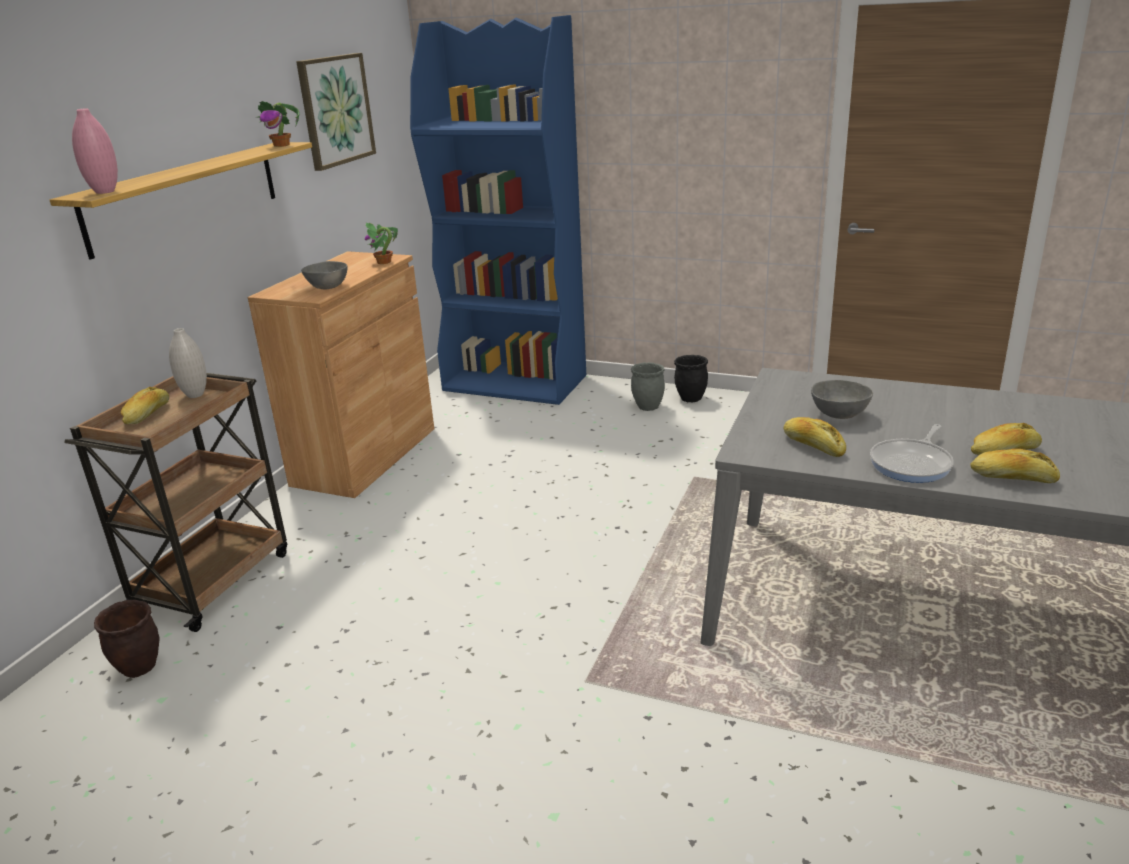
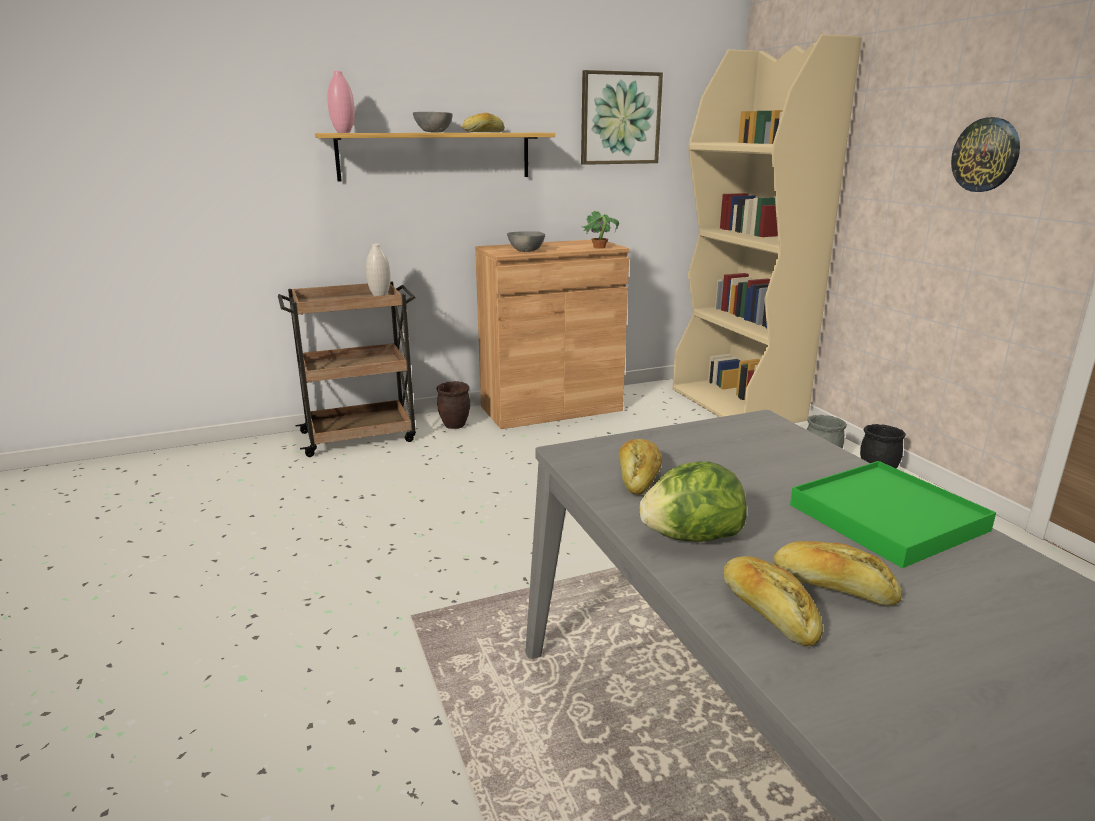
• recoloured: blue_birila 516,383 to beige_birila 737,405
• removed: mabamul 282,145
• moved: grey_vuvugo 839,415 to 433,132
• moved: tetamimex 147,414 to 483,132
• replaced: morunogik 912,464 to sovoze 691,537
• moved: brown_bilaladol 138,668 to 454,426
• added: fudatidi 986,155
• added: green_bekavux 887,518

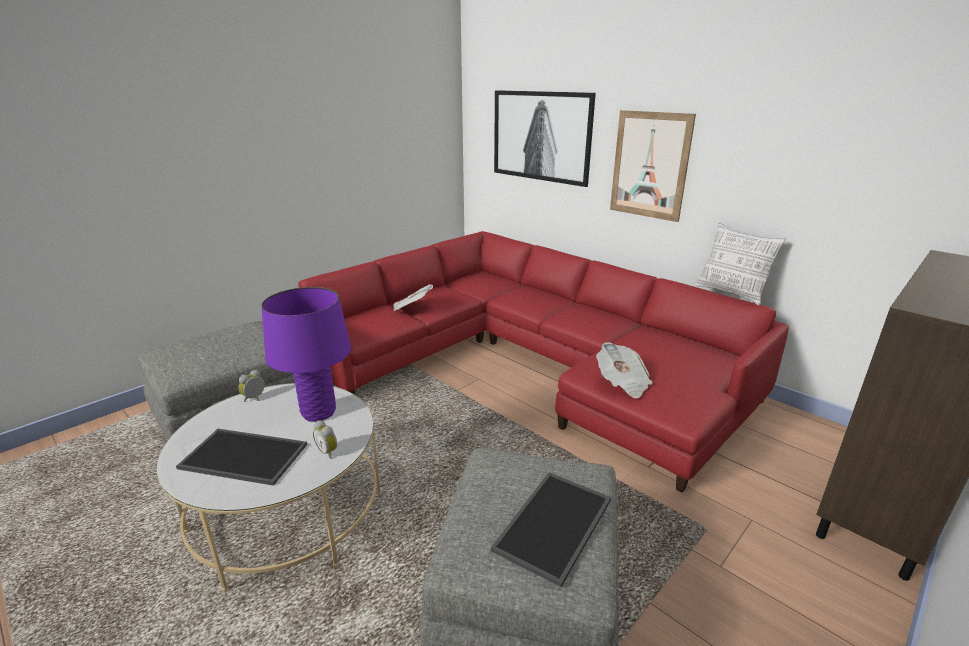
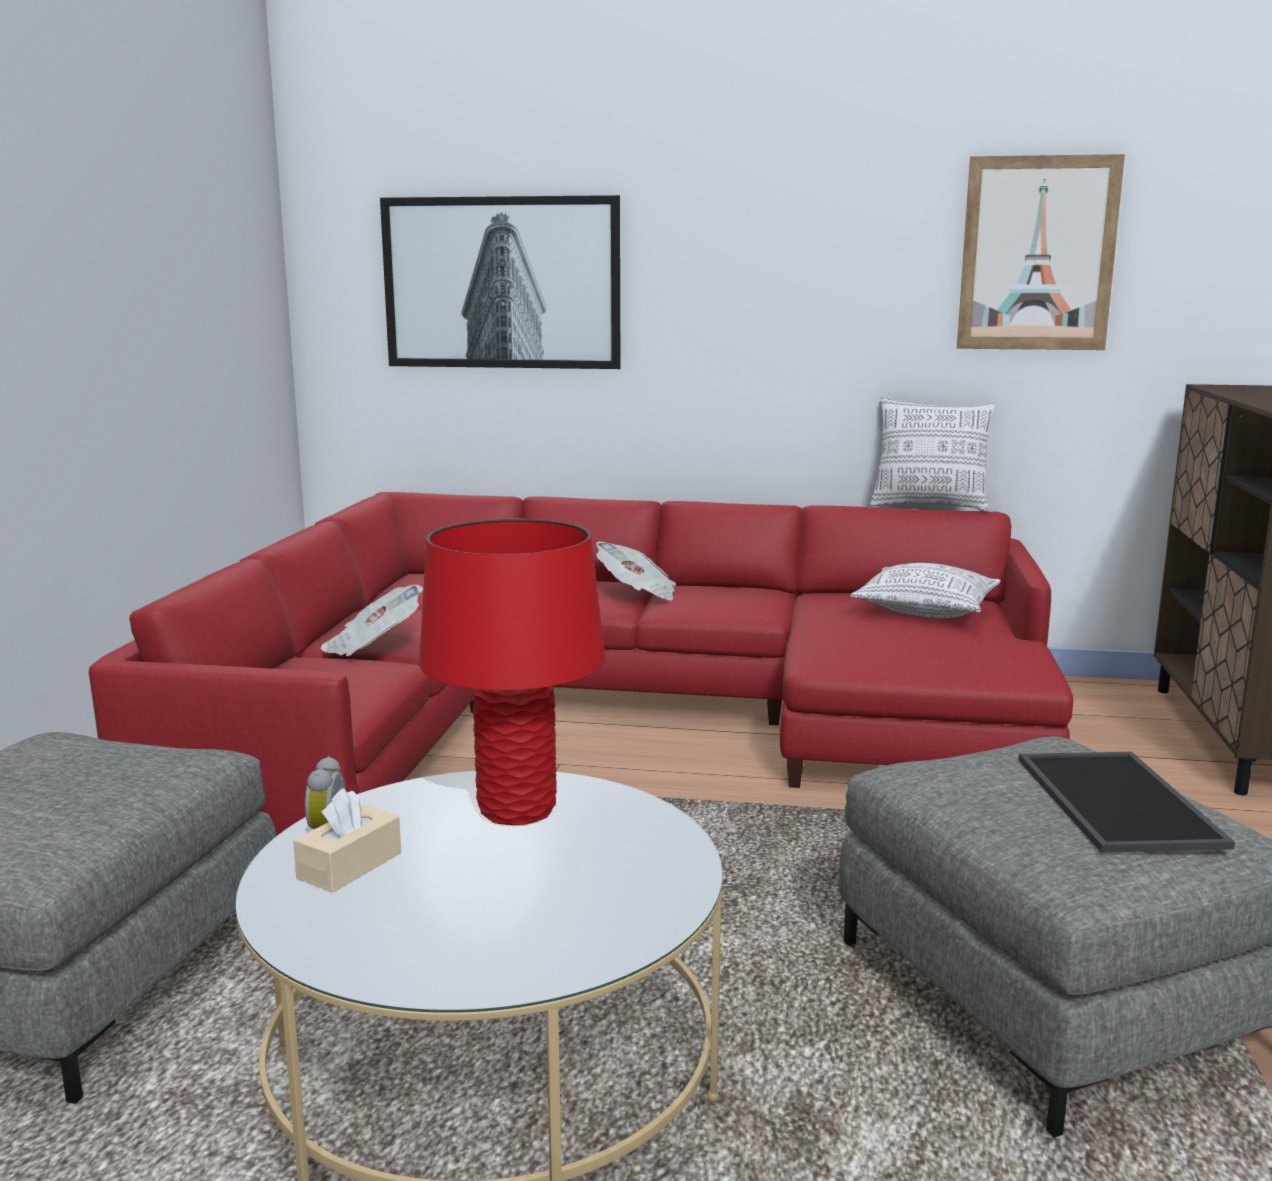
• moved: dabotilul 649,165 to 1037,254
• recoloured: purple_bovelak 319,413 to red_bovelak 517,810
• moved: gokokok 622,383 to 637,593
• removed: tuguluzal 328,451
• removed: bekavux 242,457
• added: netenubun 926,610
• added: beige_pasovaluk 350,865

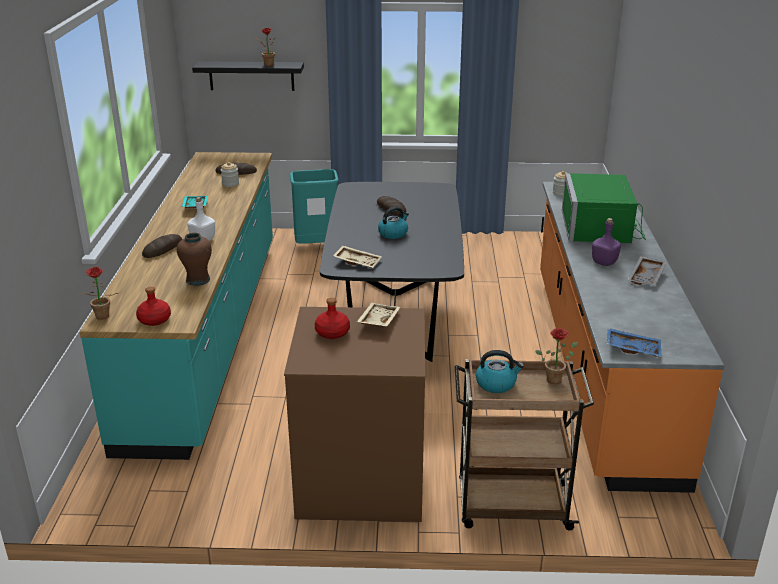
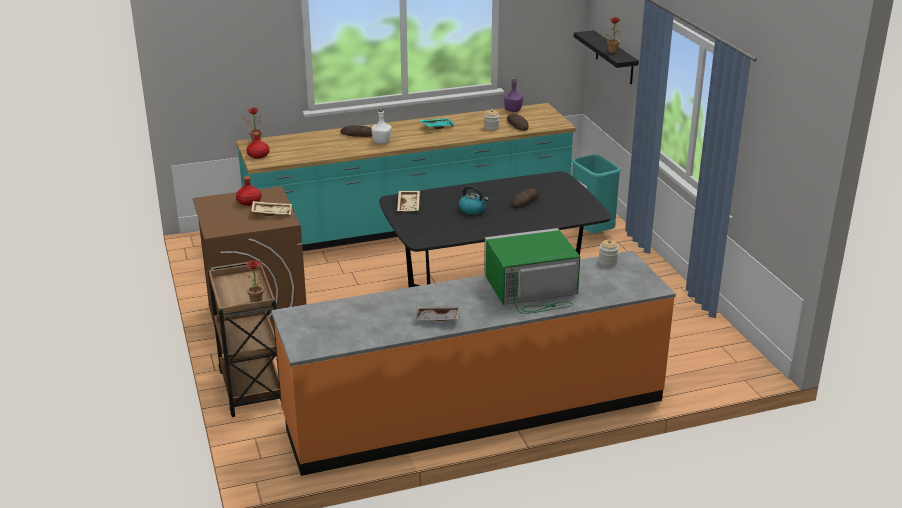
• moved: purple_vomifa 603,262 to 513,110
• removed: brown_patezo 198,280
• removed: blue_bekavux 633,348
• removed: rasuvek 496,384

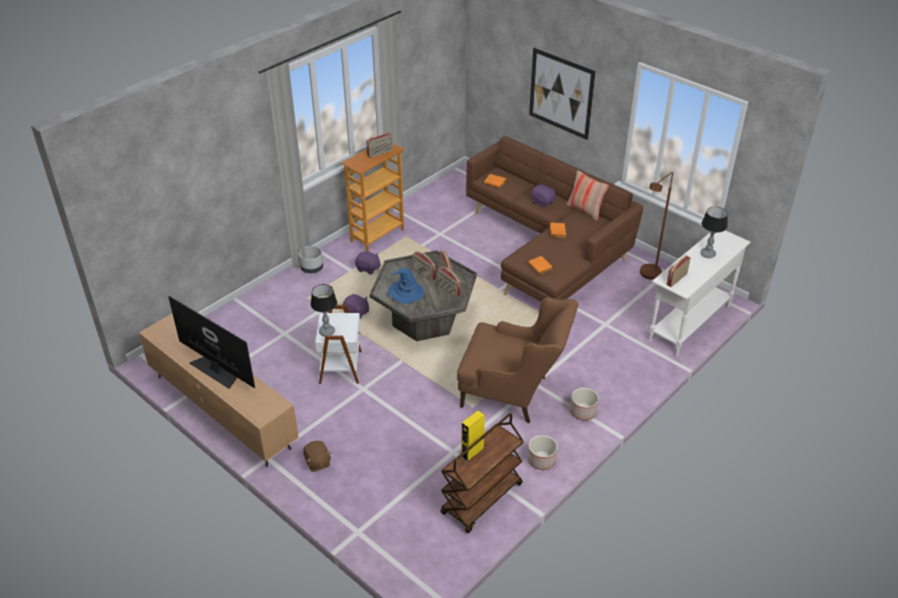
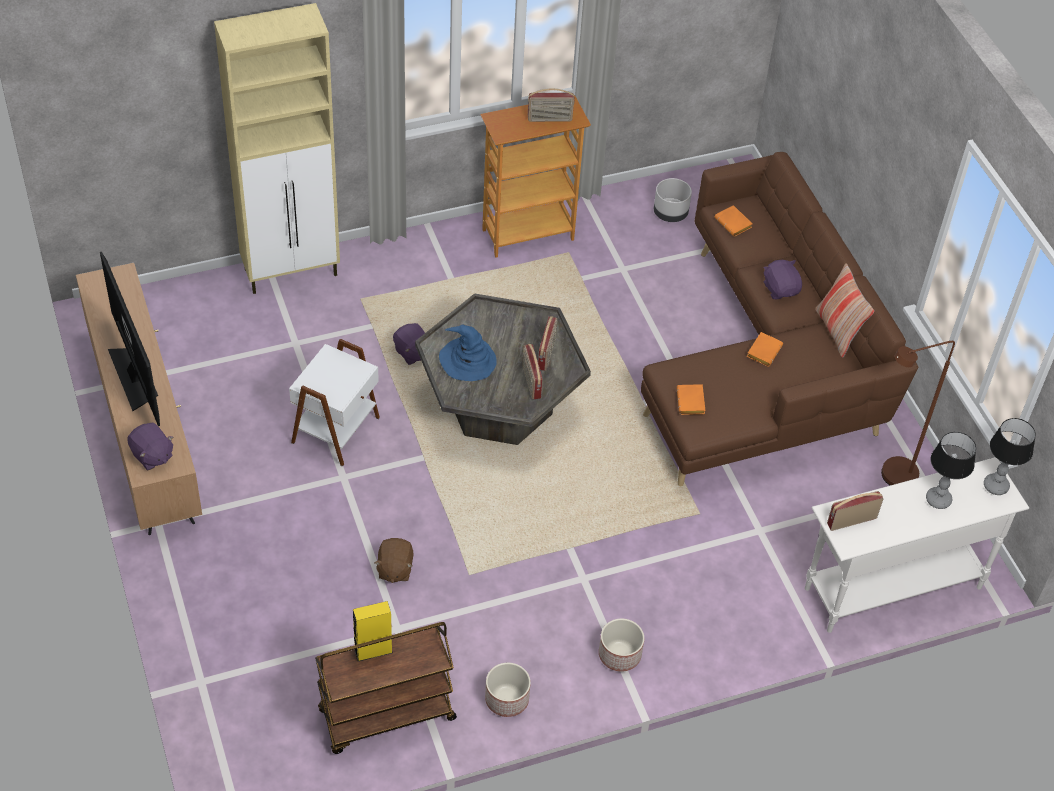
• removed: dabotilul 561,93
• moved: grey_bilaladol 312,269 to 670,213
• moved: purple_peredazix 368,269 to 152,455
• removed: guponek 423,274
• moved: bovelak 327,332 to 996,486
• removed: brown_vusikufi 513,394
• moved: brown_peredazix 317,463 to 394,569
• added: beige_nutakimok 292,272

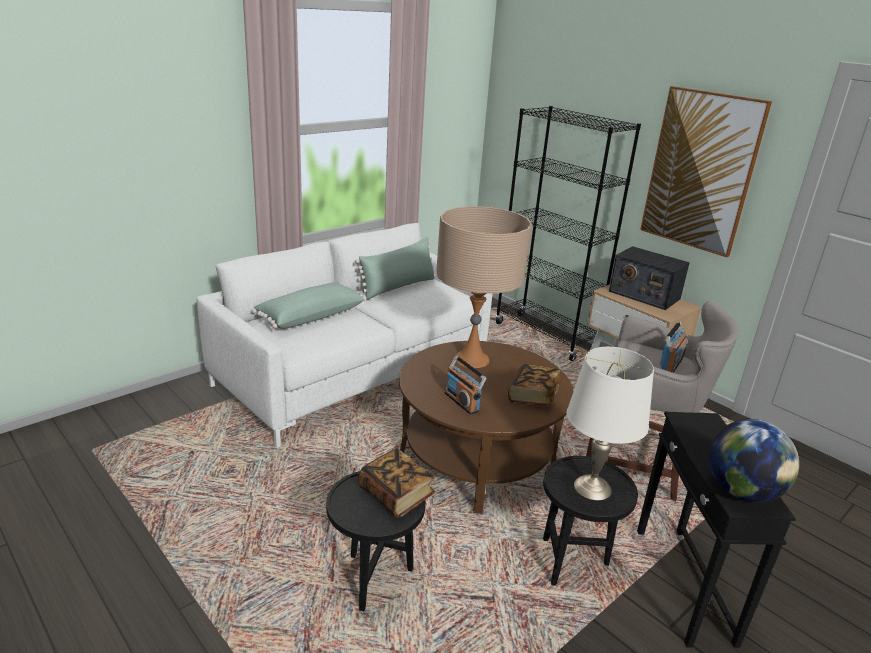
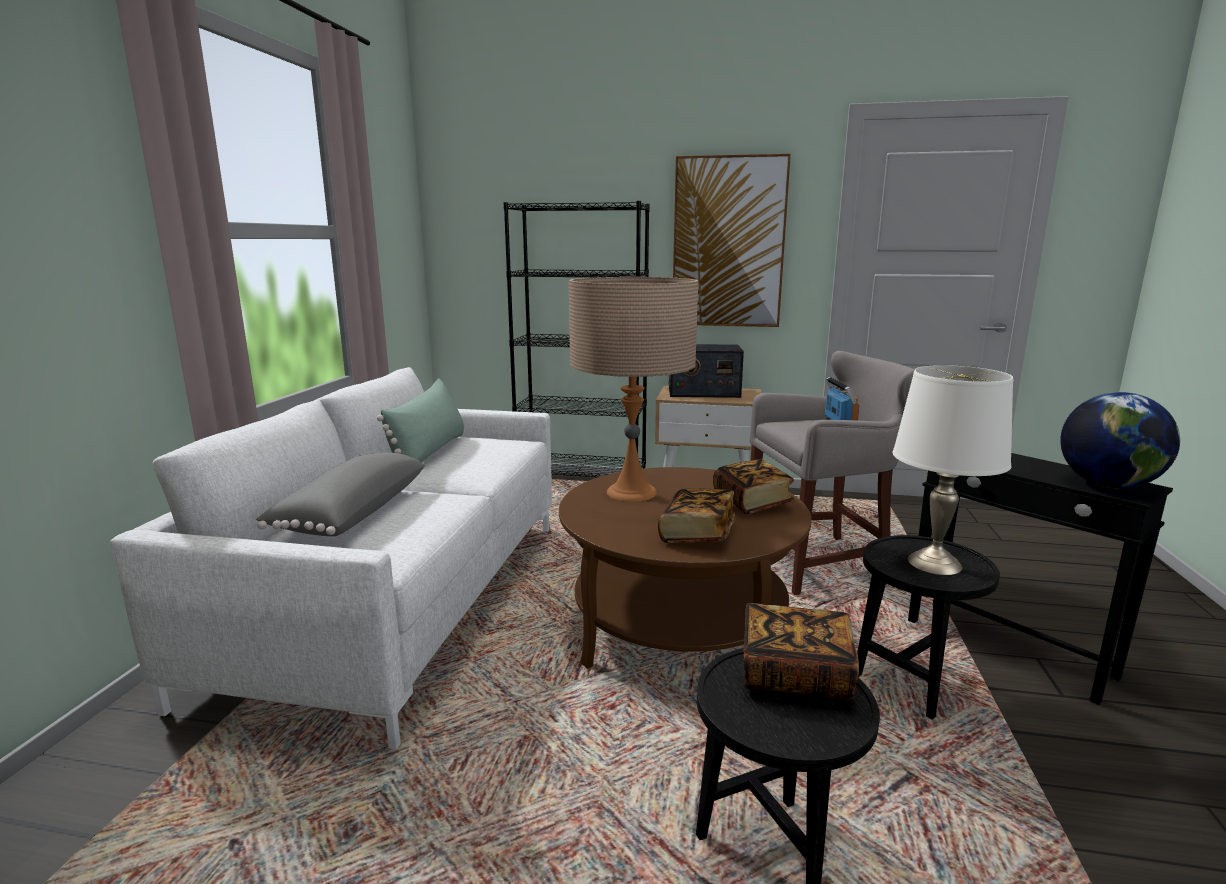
• recoloured: green_netenubun 310,316 to grey_netenubun 350,513
• replaced: guponek 462,402 to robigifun 697,534

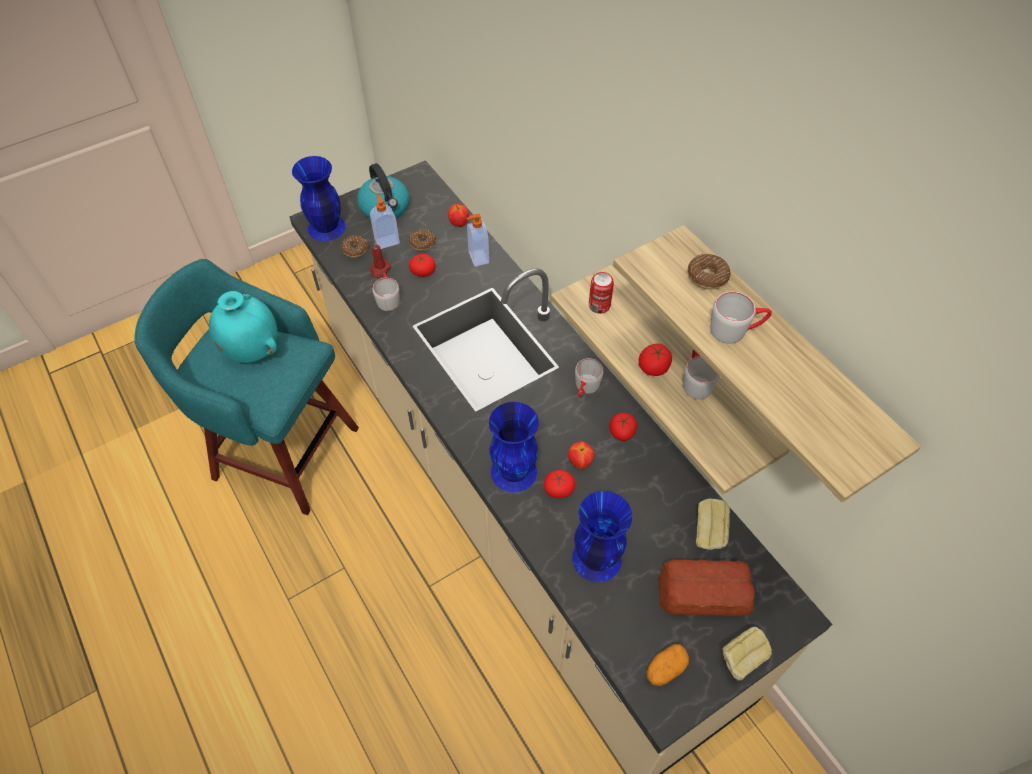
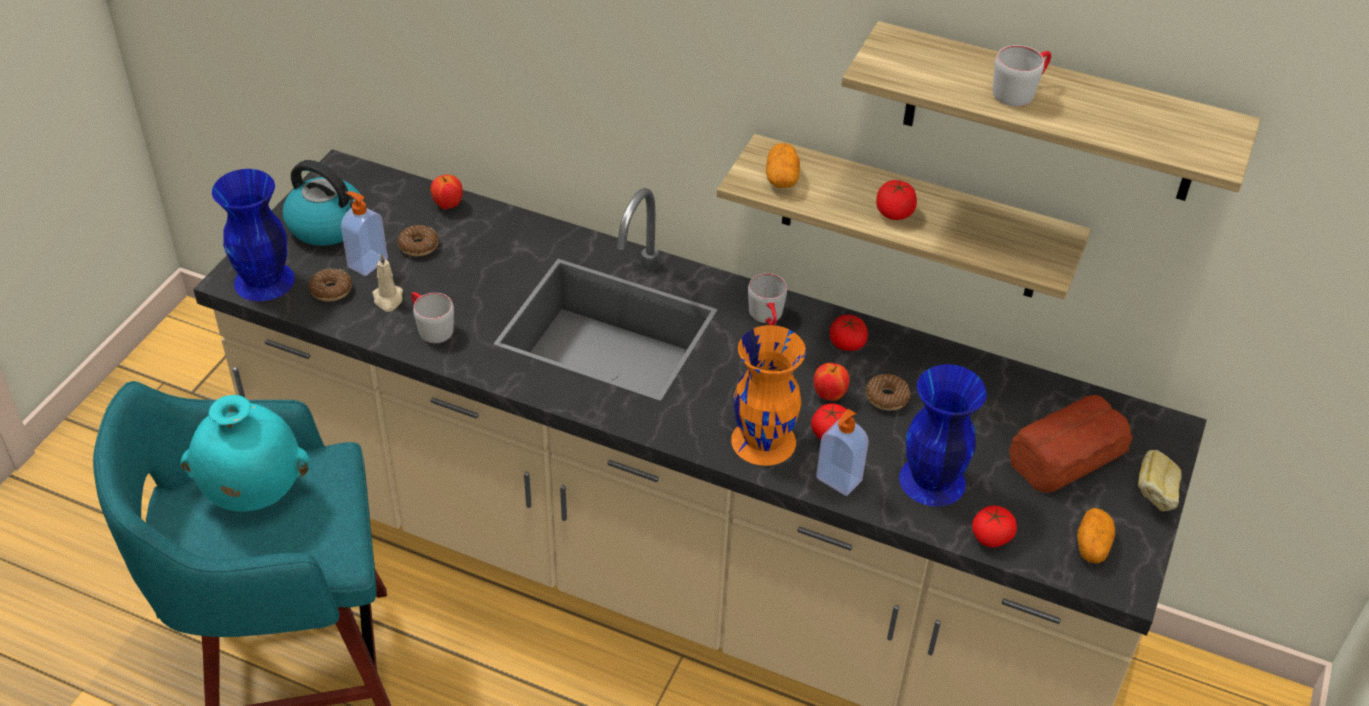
• moved: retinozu 478,257 to 838,480
• recoloured: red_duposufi 379,269 to beige_duposufi 388,299
• moved: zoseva 423,271 to 991,536
• moved: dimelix 707,276 to 886,397
• replaced: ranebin 599,306 to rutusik 781,178
• removed: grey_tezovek 695,381
• recoloured: blue_patezo 514,471 to orange_patezo 764,440
• removed: tetamimex 709,532

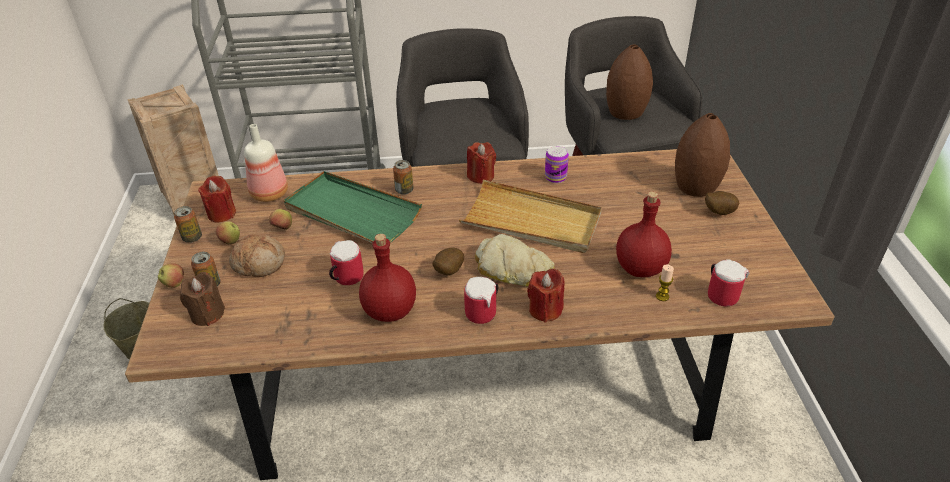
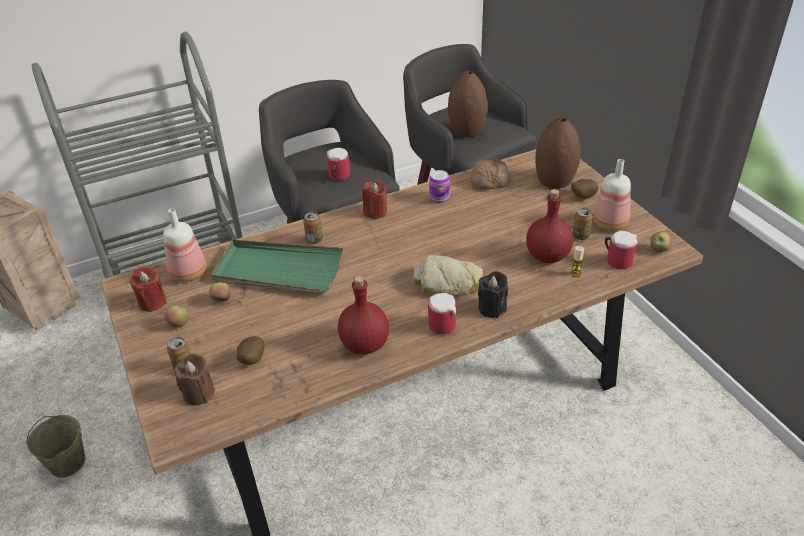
• removed: beige_bekavux 531,221
• moved: ranebin 192,238 to 580,236
• moved: tetamimex 259,263 to 490,181
• moved: tezovek 345,278 to 337,177
• moved: rutusik 447,272 to 251,360
• moved: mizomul 174,284 to 658,249
• recoloured: red_duposufi 545,310 to black_duposufi 492,308
• added: vomifa 609,222

